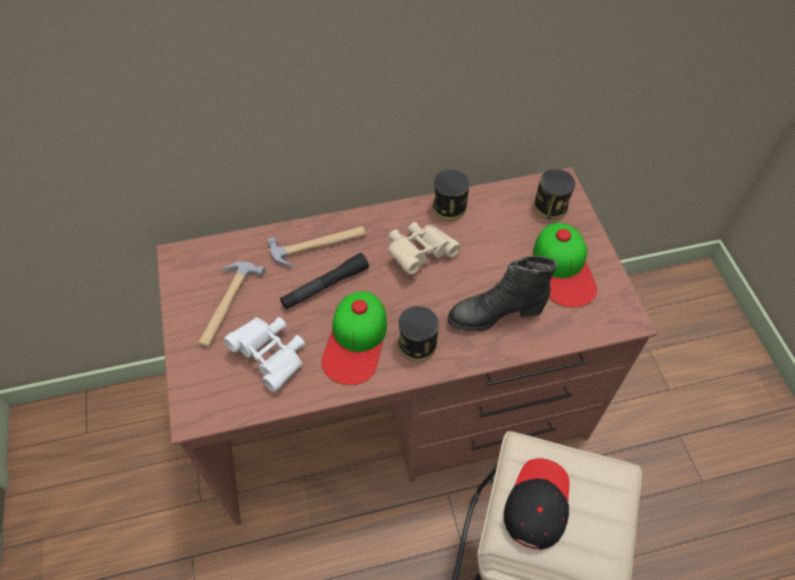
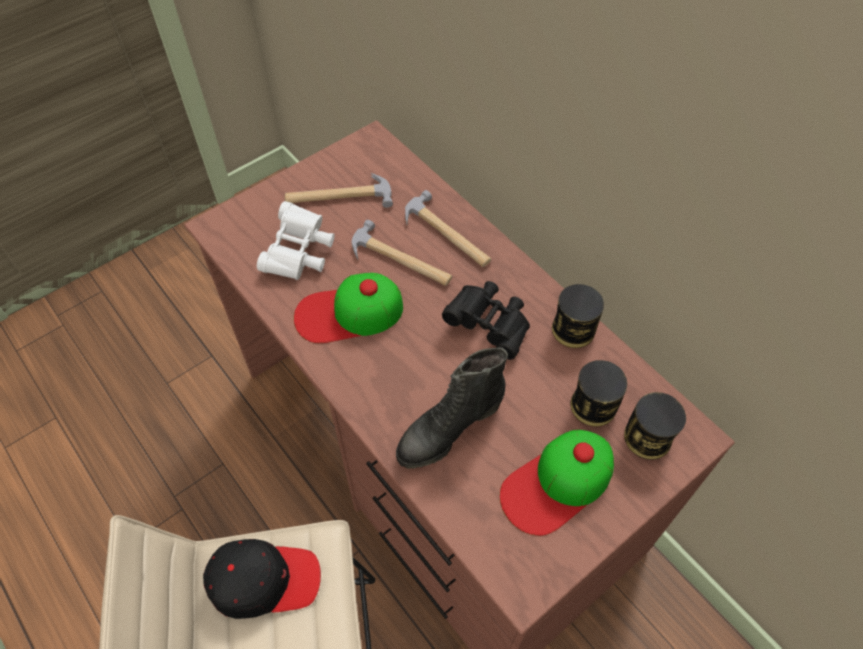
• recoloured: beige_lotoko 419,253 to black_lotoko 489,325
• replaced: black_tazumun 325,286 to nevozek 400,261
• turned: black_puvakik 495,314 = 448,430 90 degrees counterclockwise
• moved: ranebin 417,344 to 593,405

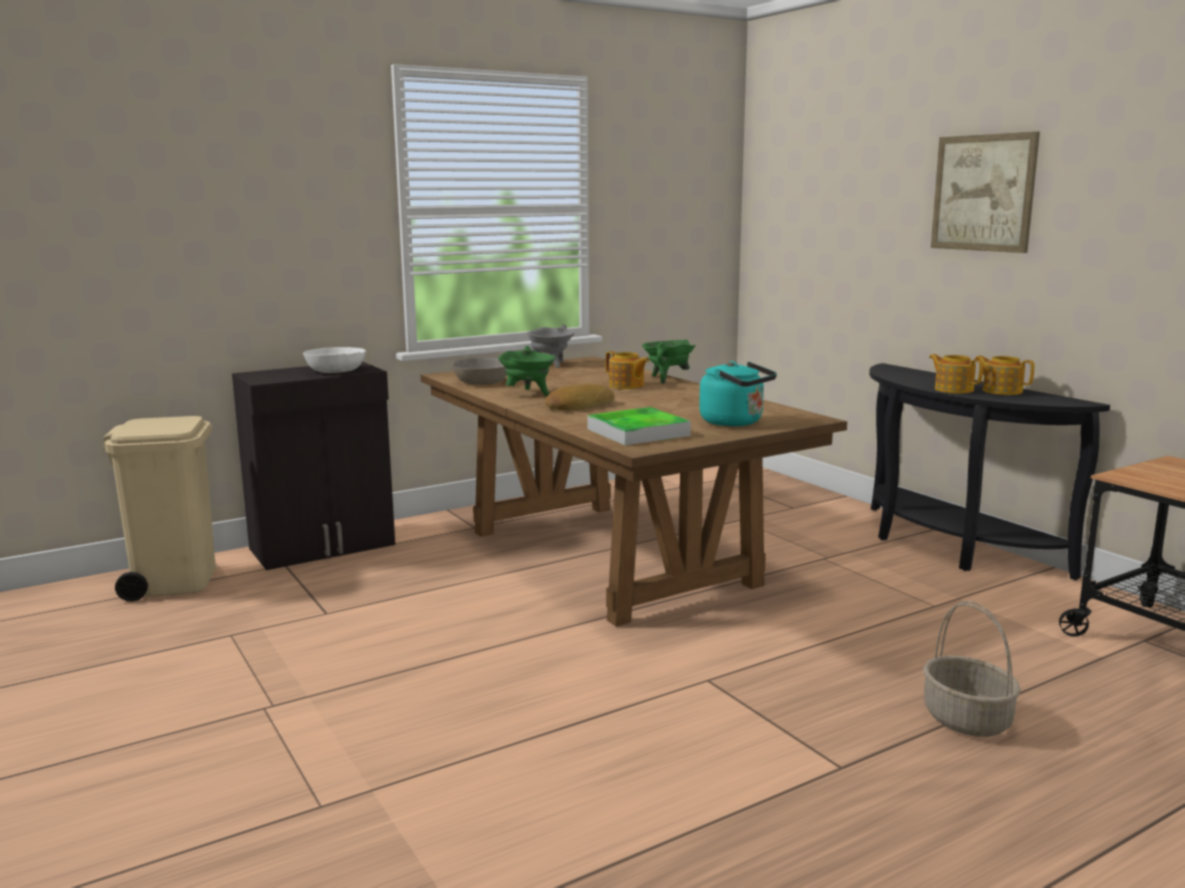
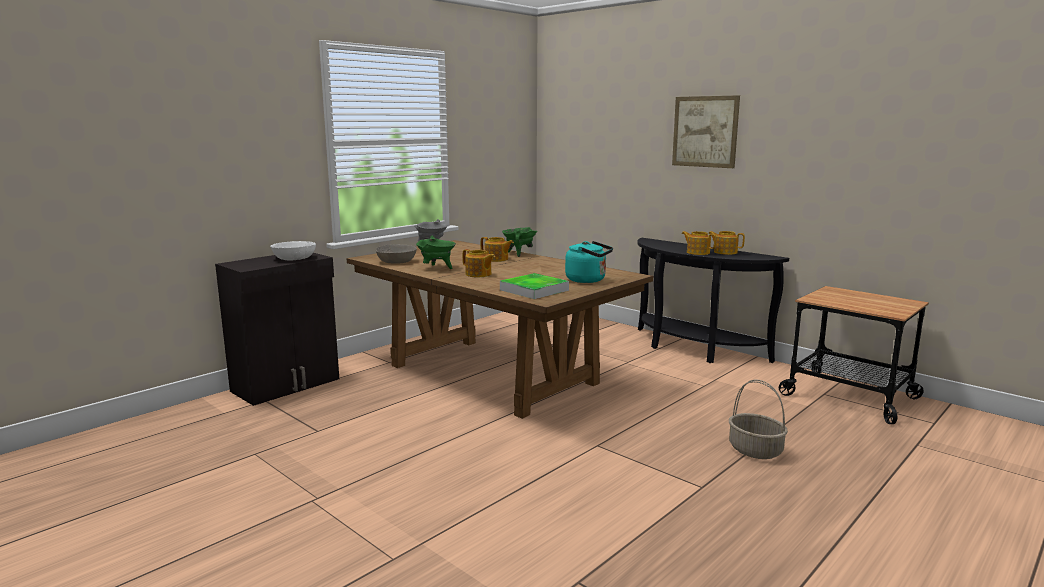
• replaced: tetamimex 578,405 to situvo 478,274
• removed: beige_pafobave 175,581

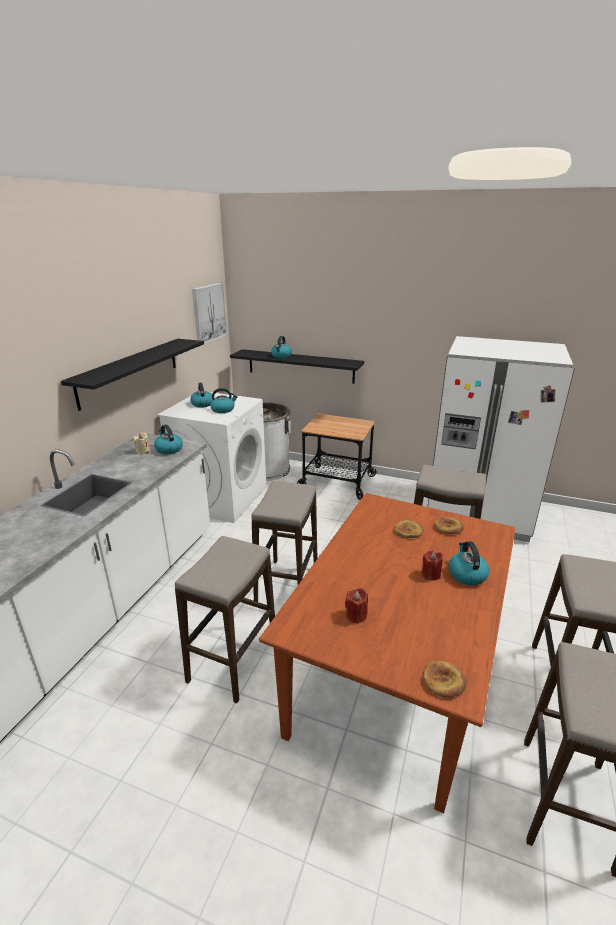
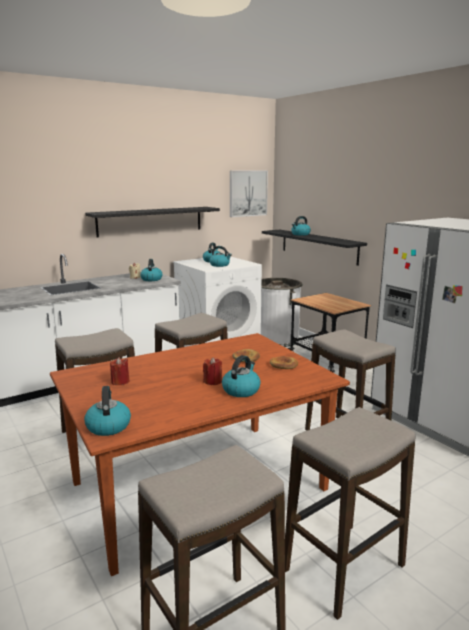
• replaced: tetamimex 443,681 to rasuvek 108,426

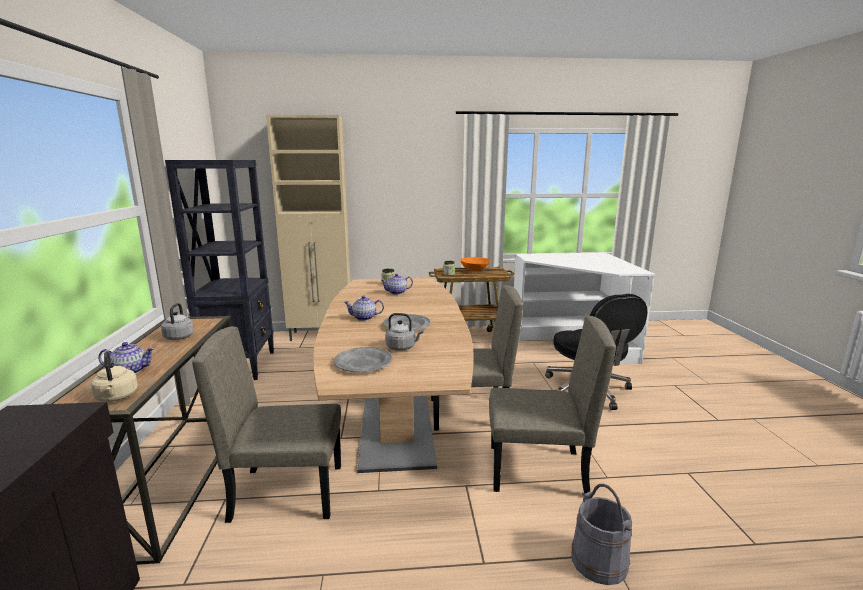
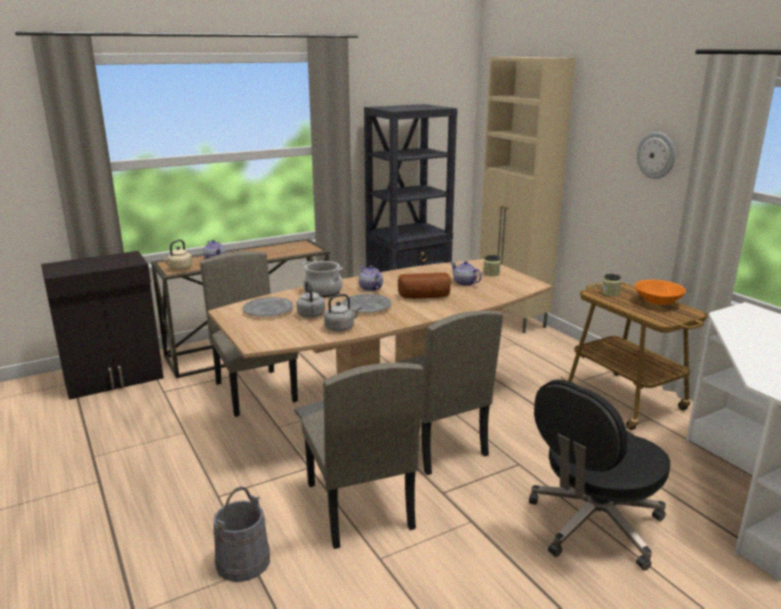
• moved: grey_rasuvek 180,336 to 341,328
• added: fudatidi 656,155
• added: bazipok 323,291
• added: tetamimex 425,297

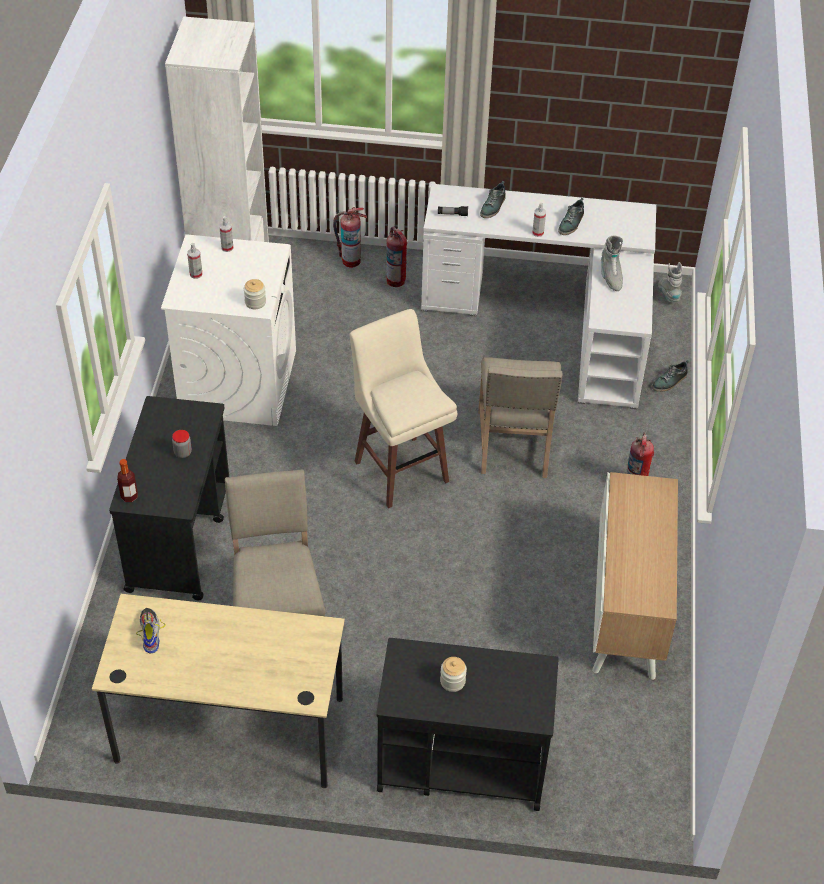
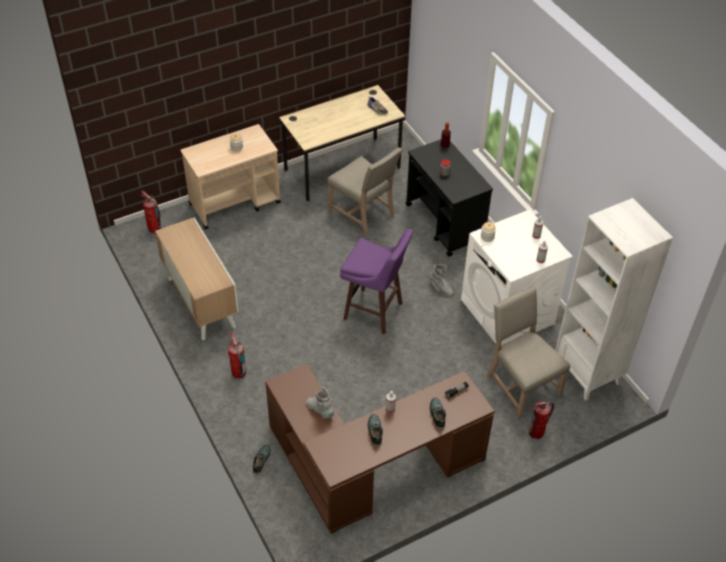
• recoloured: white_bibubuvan 555,319 to brown_bibubuvan 369,467
• moved: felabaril 396,280 to 154,229
• moved: grey_puvakik 668,295 to 440,288
• recoloured: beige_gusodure 400,469 to purple_gusodure 374,312
• moved: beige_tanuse 515,446 to 520,385
• recoloured: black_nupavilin 460,763 to beige_nupavilin 235,203

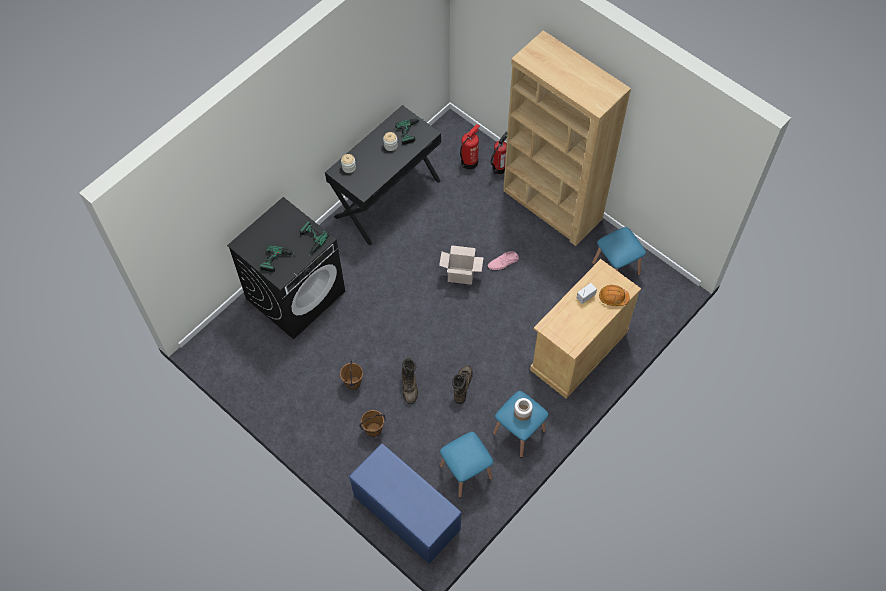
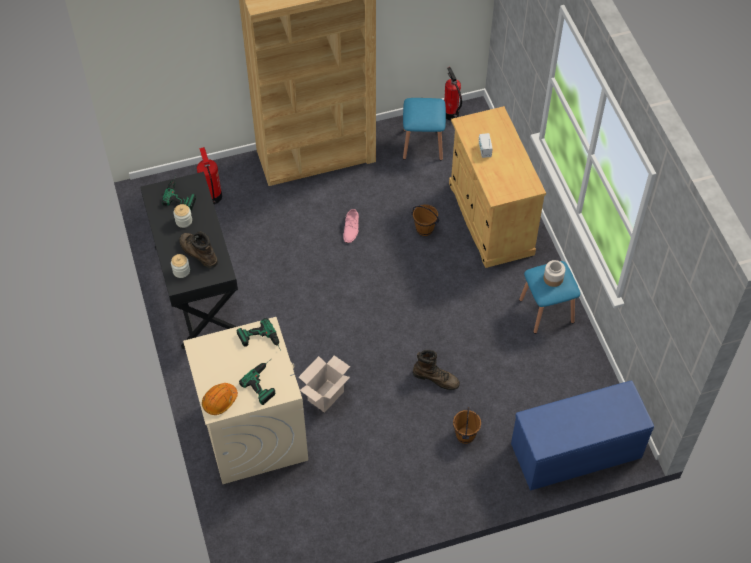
• moved: felabaril 499,168 to 450,114
• recoloured: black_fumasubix 295,294 to beige_fumasubix 253,431
• moved: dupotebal 461,275 to 325,394
• moved: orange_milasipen 613,297 to 219,401
• moved: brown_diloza 352,382 to 424,229
• moved: brown_puvakik 462,385 to 198,253
• removed: blue_gusodure 466,472

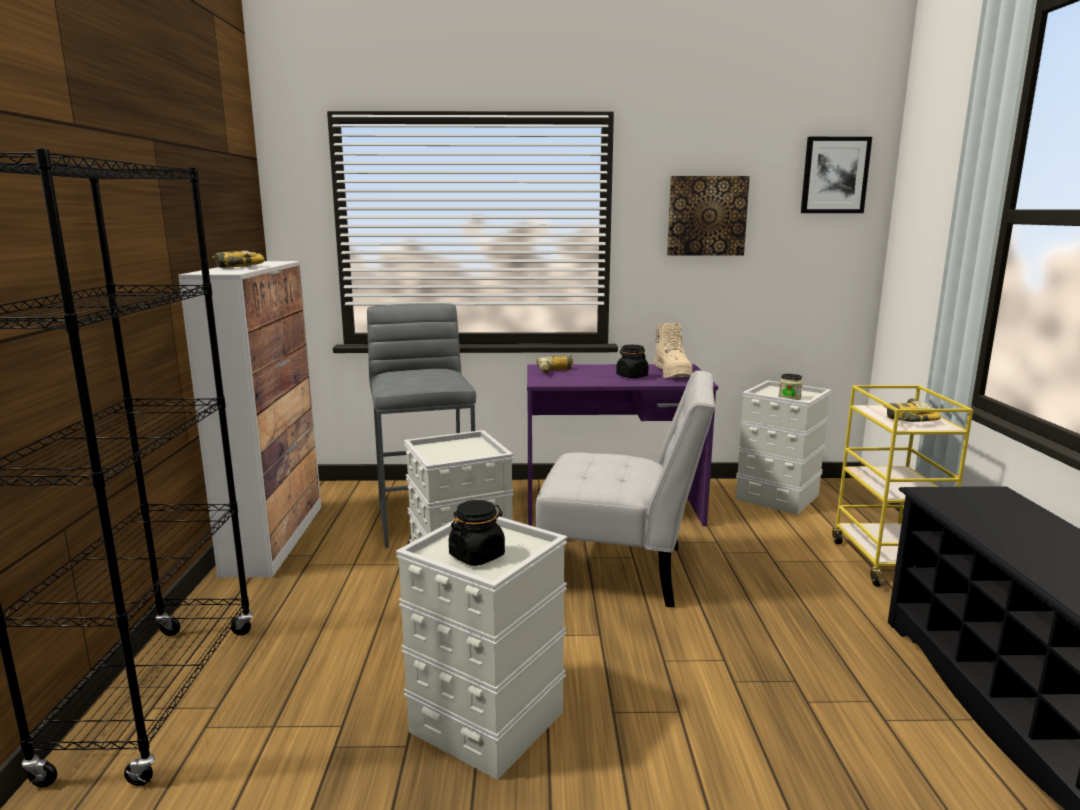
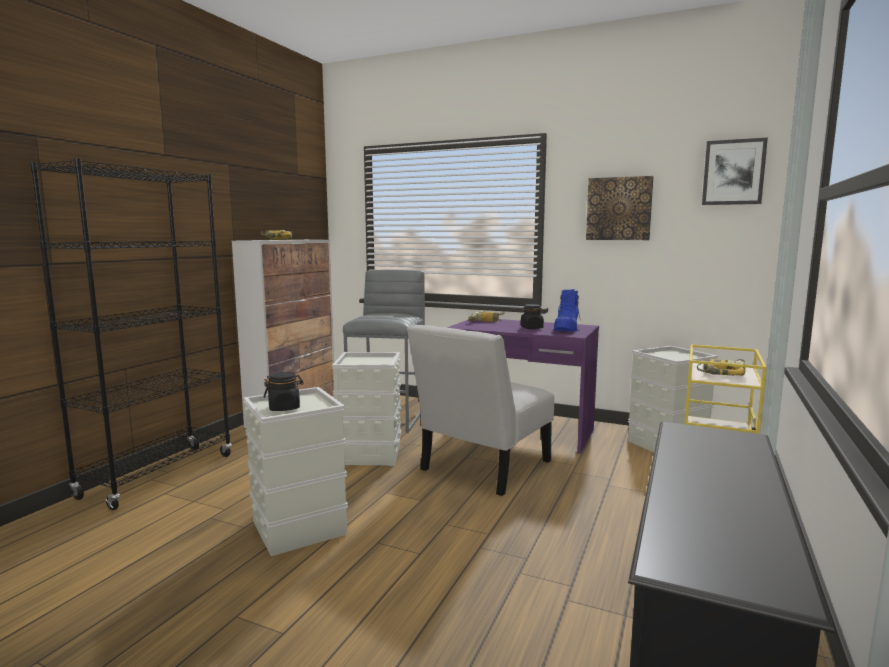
• recoloured: beige_puvakik 673,373 to blue_puvakik 566,329
• turned: white_tanuse 622,570 = 481,468 90 degrees clockwise
• removed: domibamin 789,398

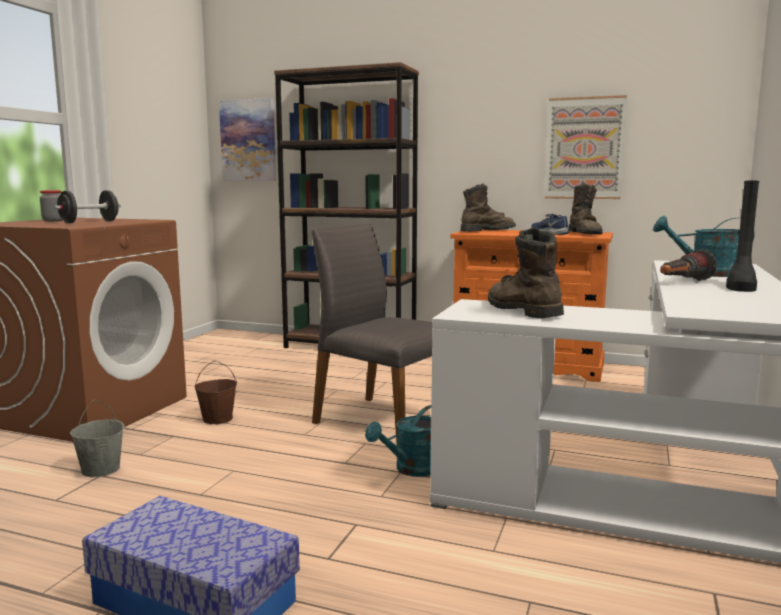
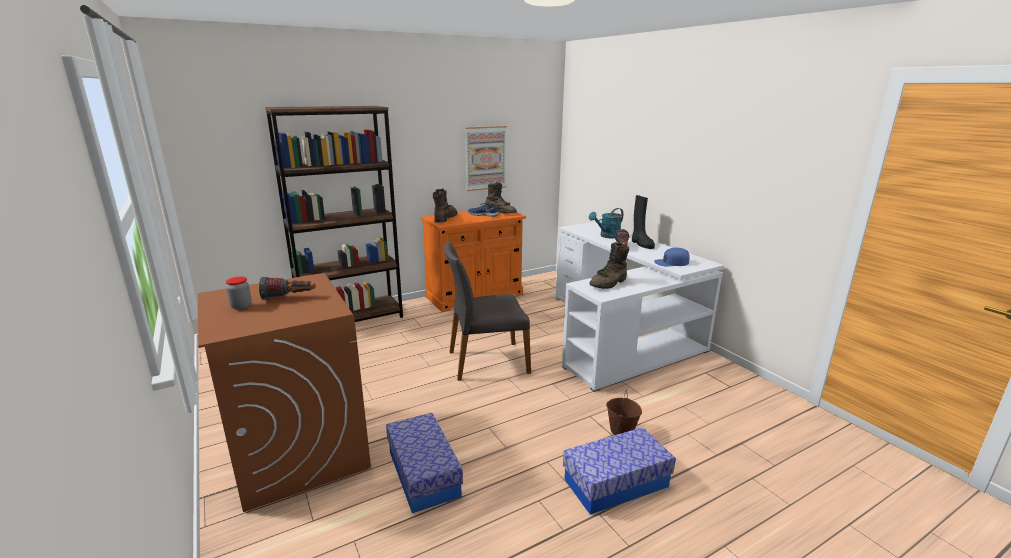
• removed: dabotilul 248,140
• replaced: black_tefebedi 89,222 to tazumun 289,298
• turned: brown_puvakik 521,310 = 609,283 60 degrees counterclockwise
• moved: brown_diloza 218,419 to 621,431
• replaced: grey_diloza 100,470 to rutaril 423,473
• removed: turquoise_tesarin 411,470
• added: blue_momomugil 671,262

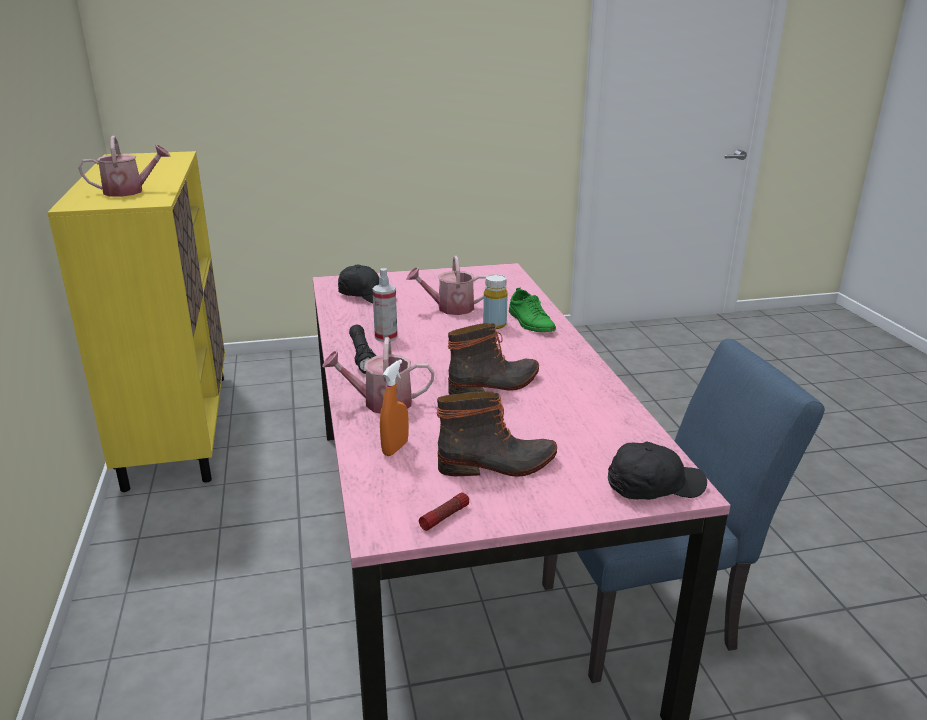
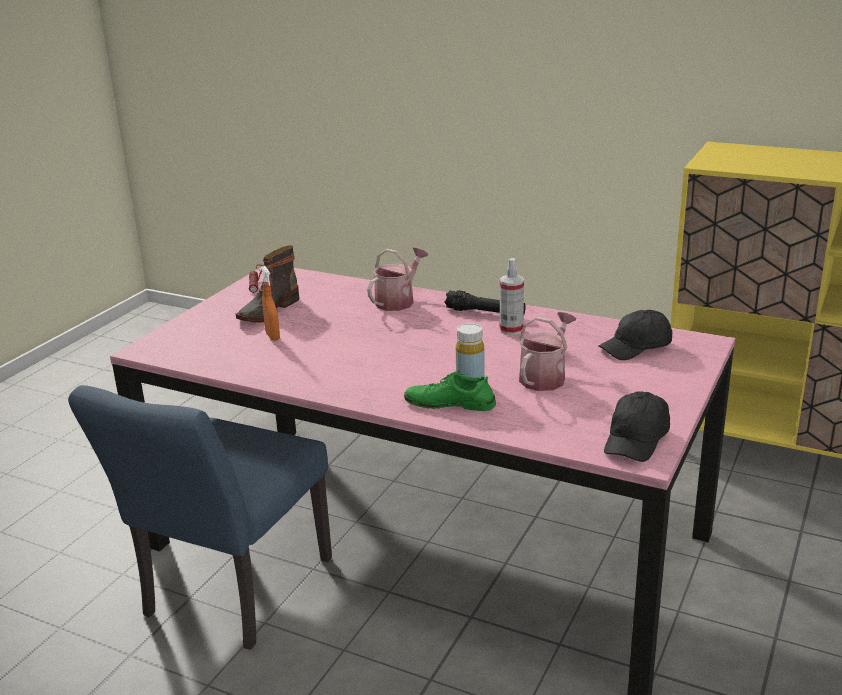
• removed: tesarin 129,191
• removed: puvakik 495,385
• moved: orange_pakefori 395,448 to 272,336
• moved: black_momomugil 653,486 to 636,440

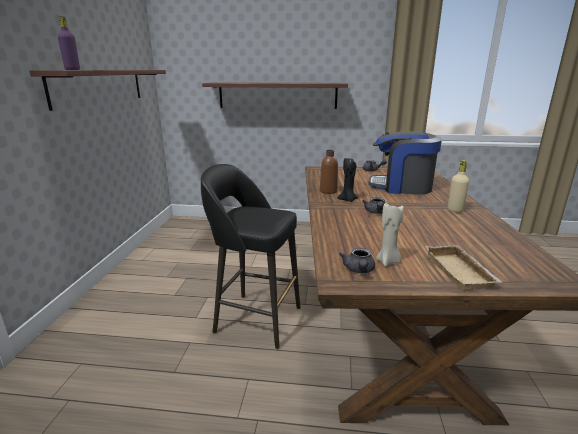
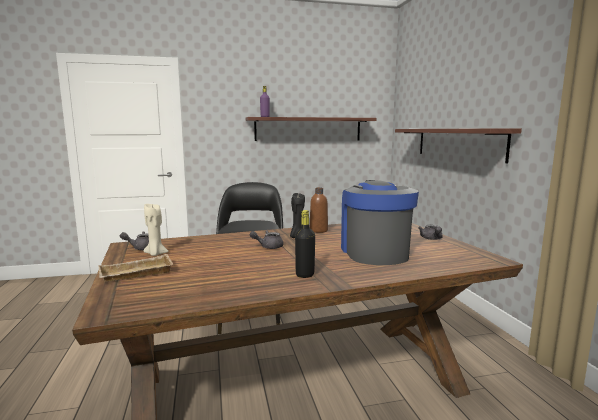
• recoloured: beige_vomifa 455,210 to black_vomifa 305,275

